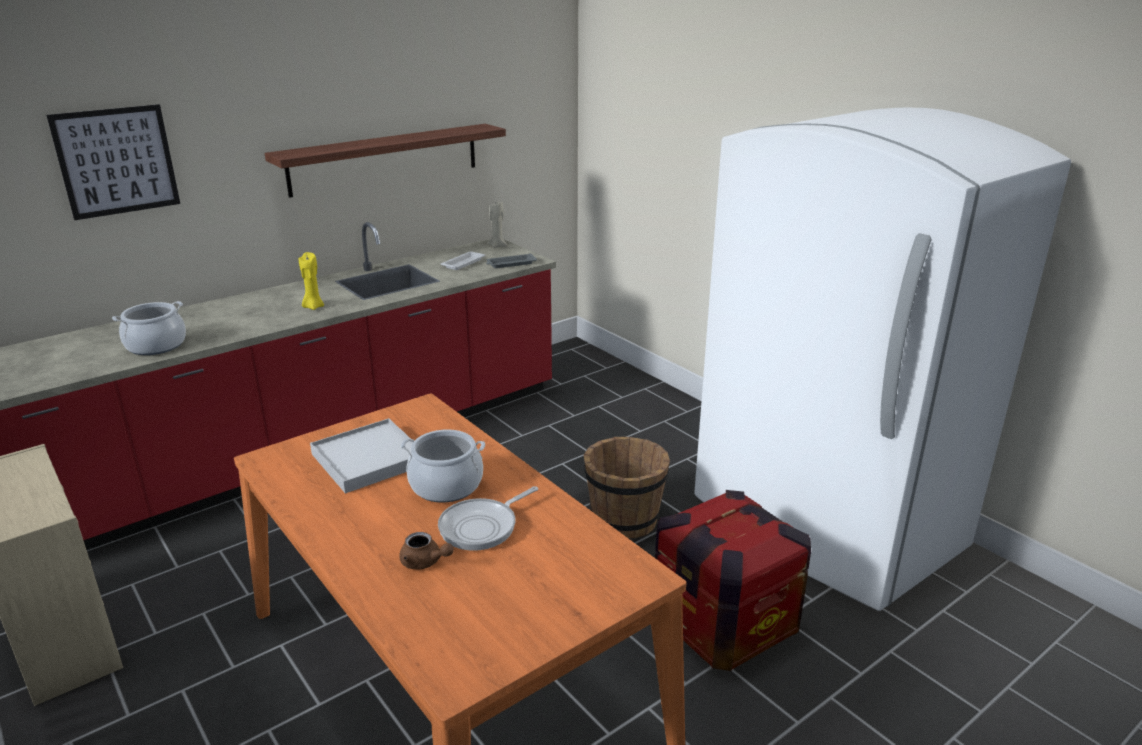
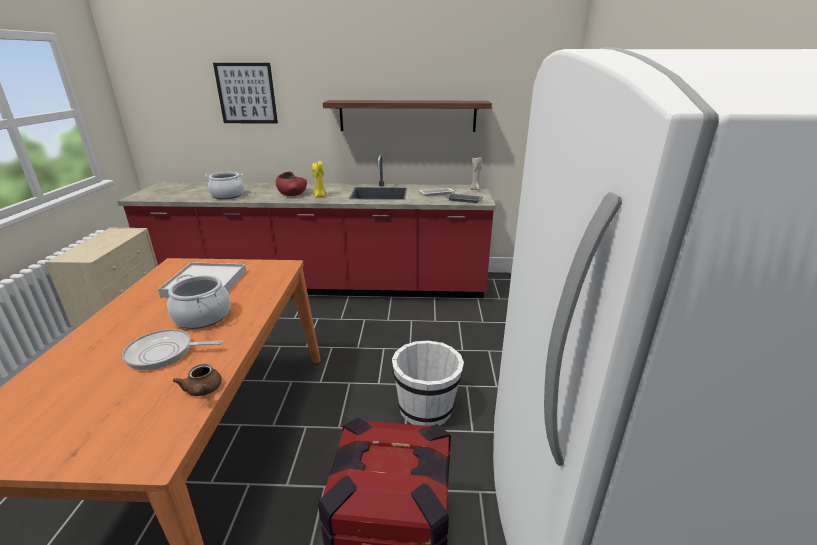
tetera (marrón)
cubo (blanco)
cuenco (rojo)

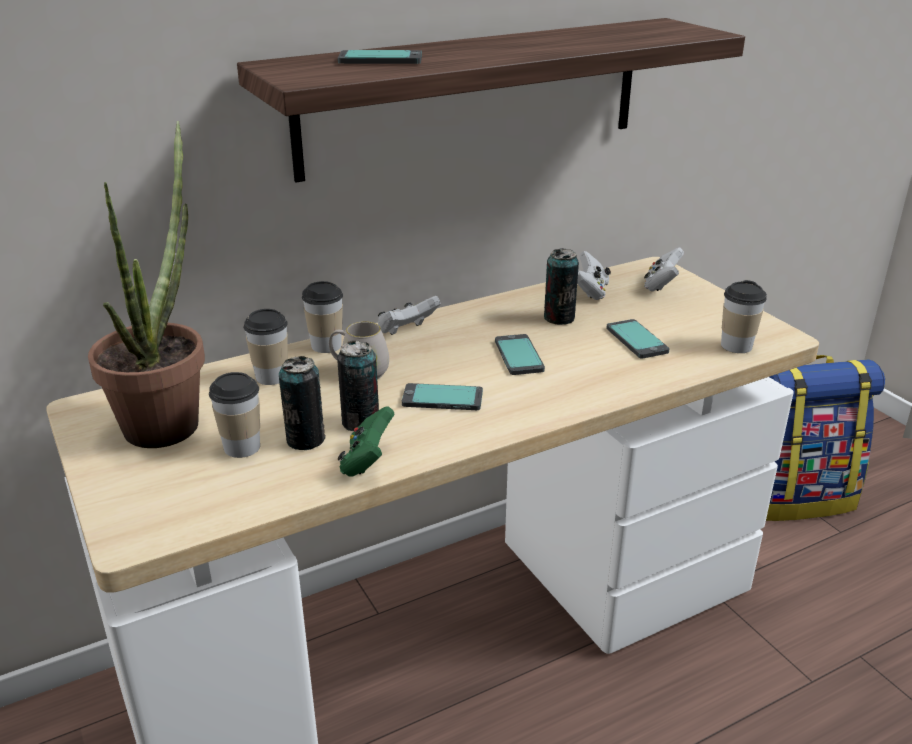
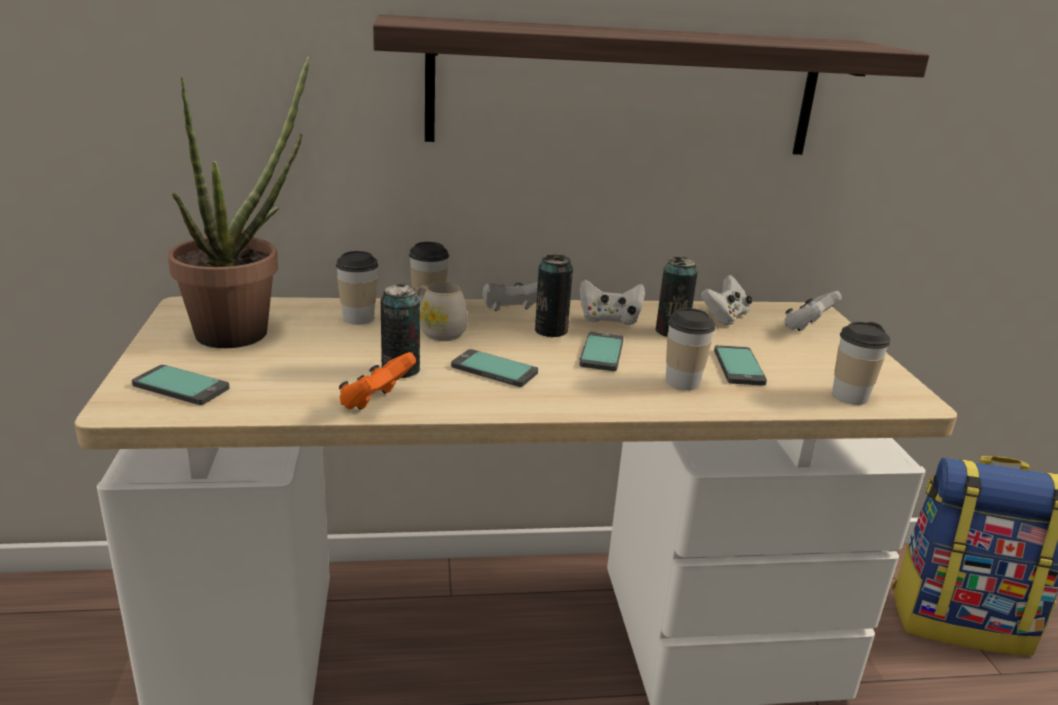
taza (3rd from left)
lata (2nd from left)
móvil (1st from left)
mando de consola (naranja)
mando de consola (blanco) (2nd from left)

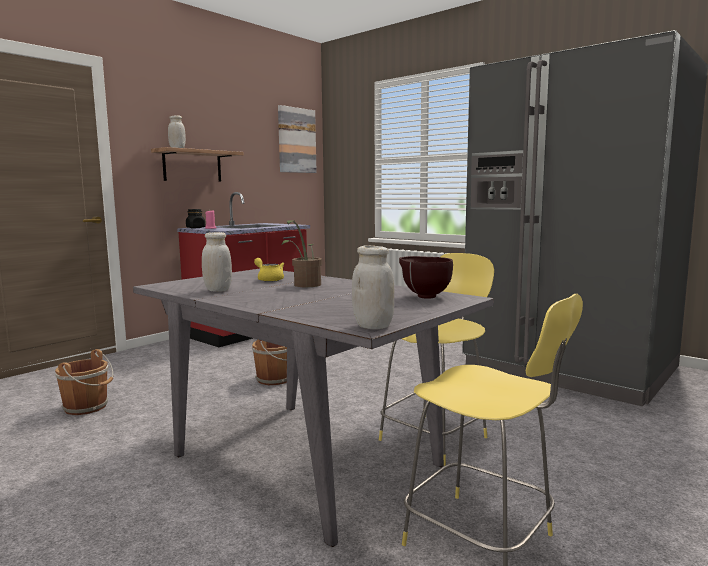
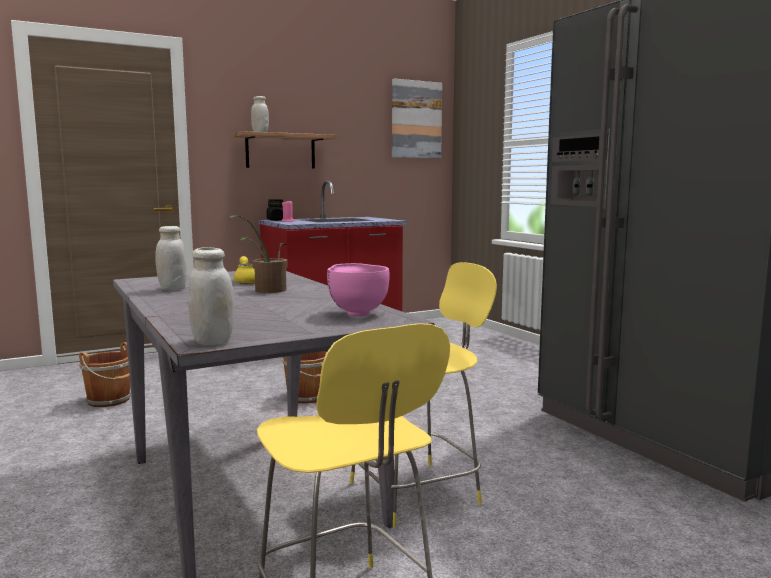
cuenco (rosa)

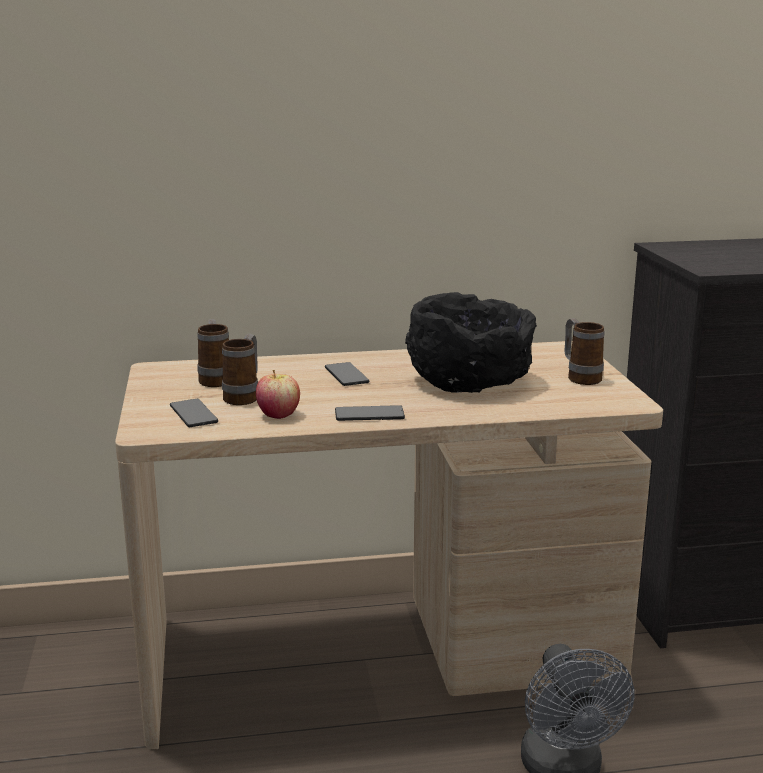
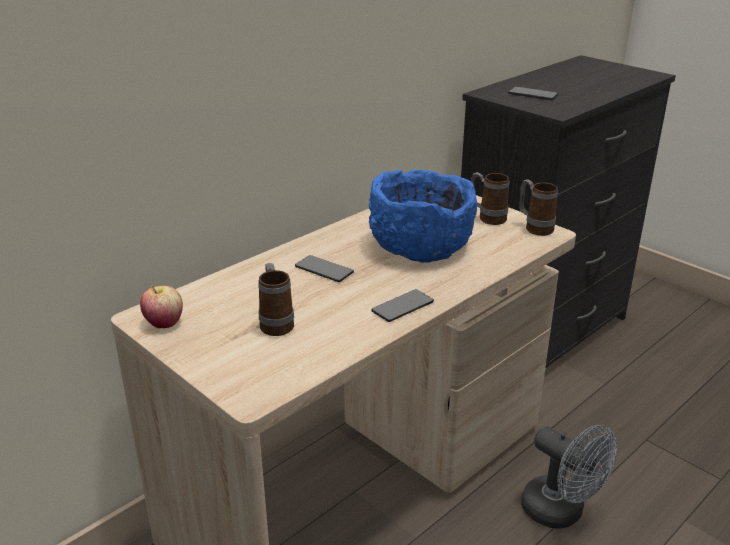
móvil (3rd from left)
taza grande (3rd from left)
manzana
cuenco (azul)

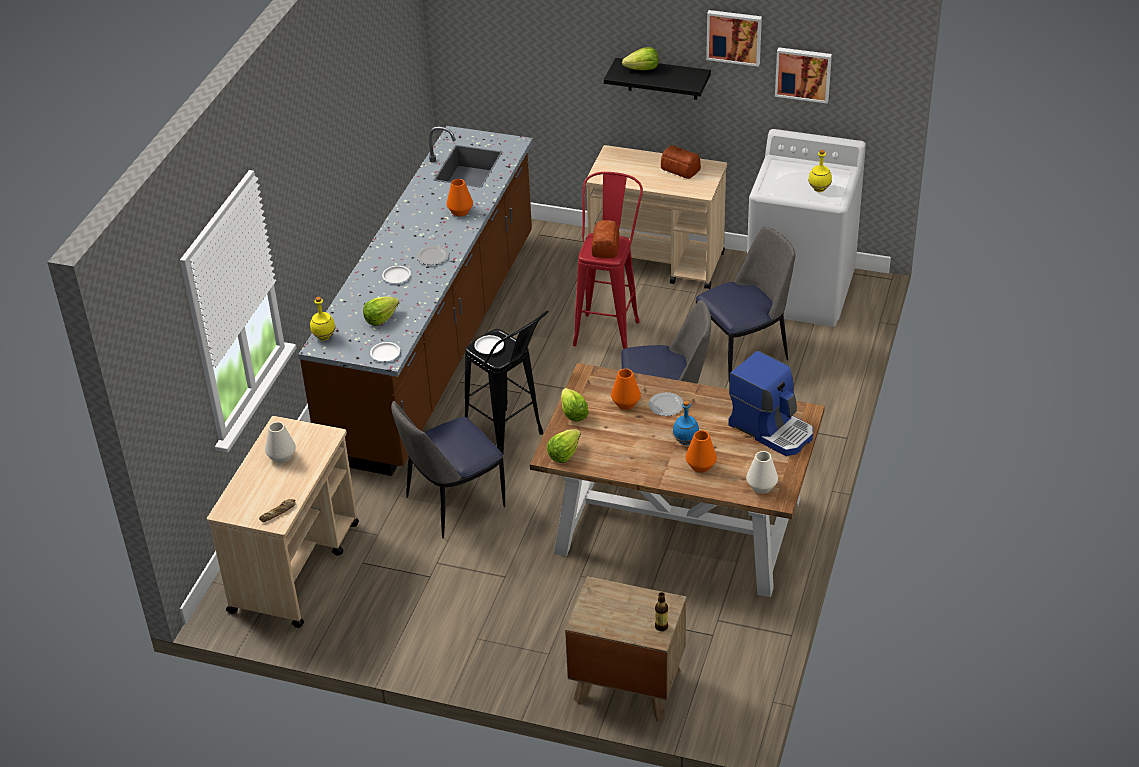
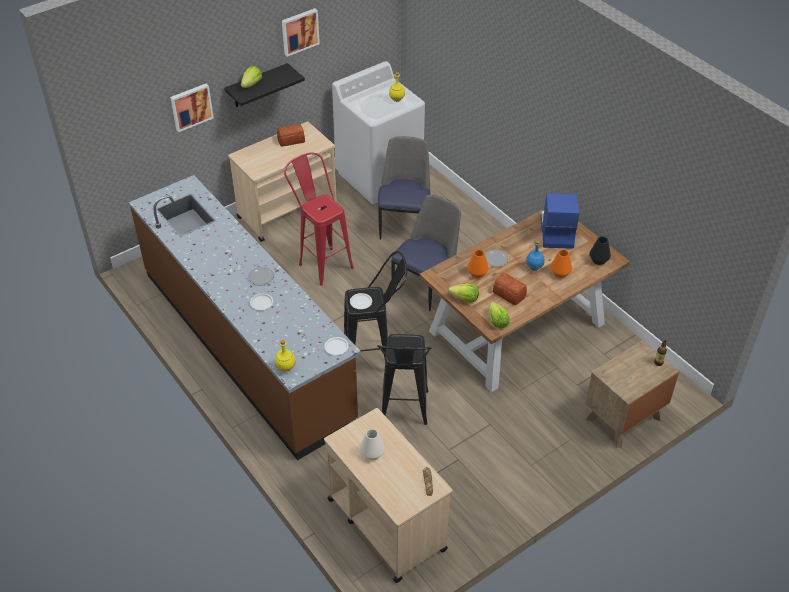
lechuga (1st from left in the first image)
taburete (negro) (2nd from left)
florero (naranja) (1st from left in the first image)
pan (3rd from left)
cafetera
florero (negro)
cuadro (1st from left)

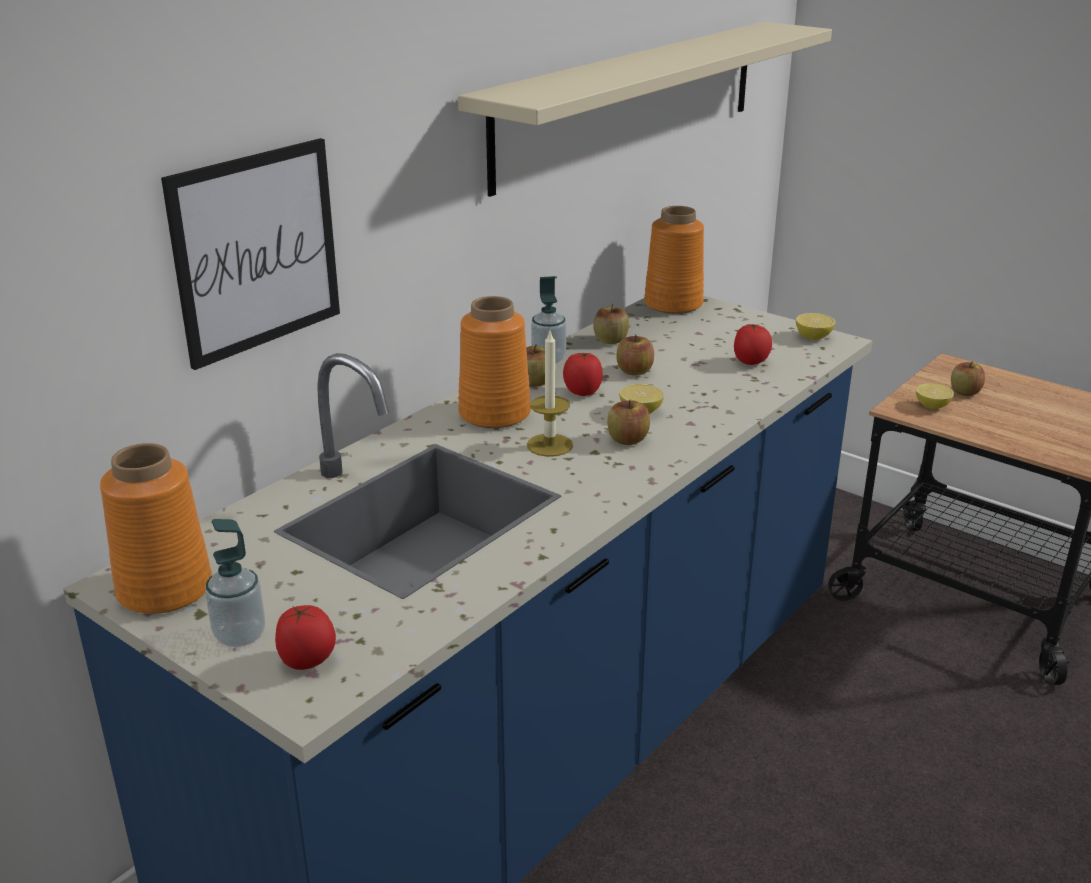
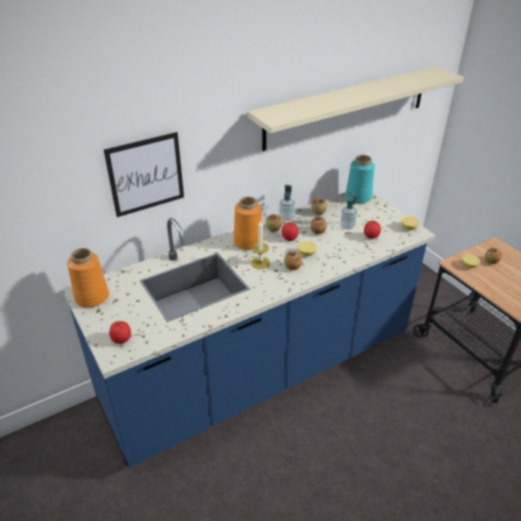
dispensador de jabón (2nd from left)
florero (turquesa)

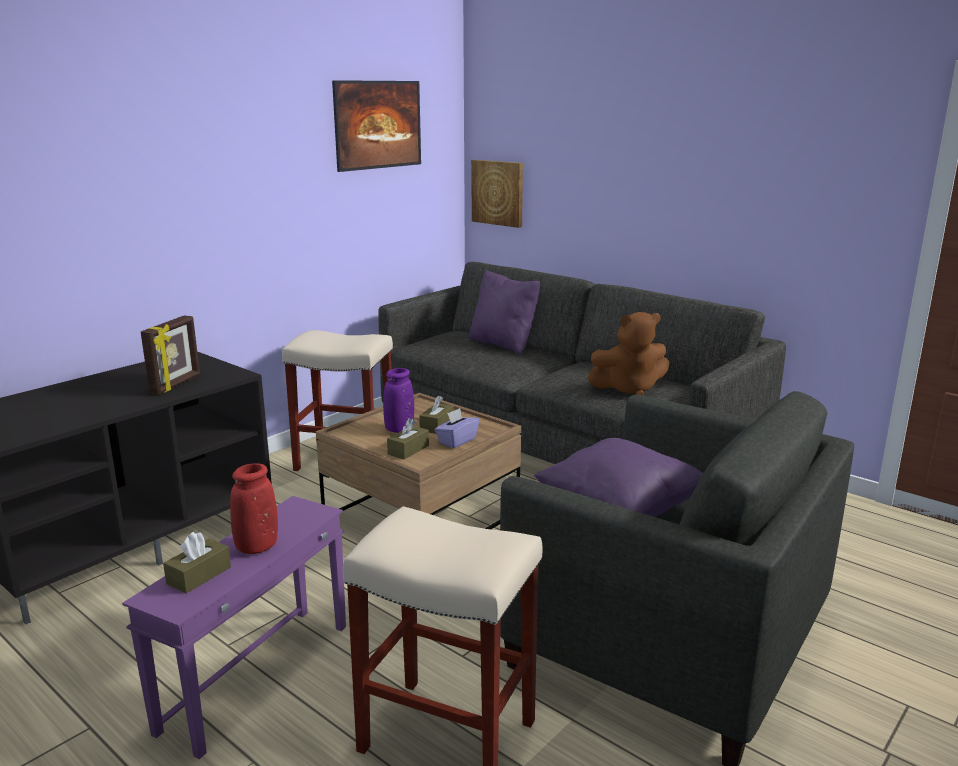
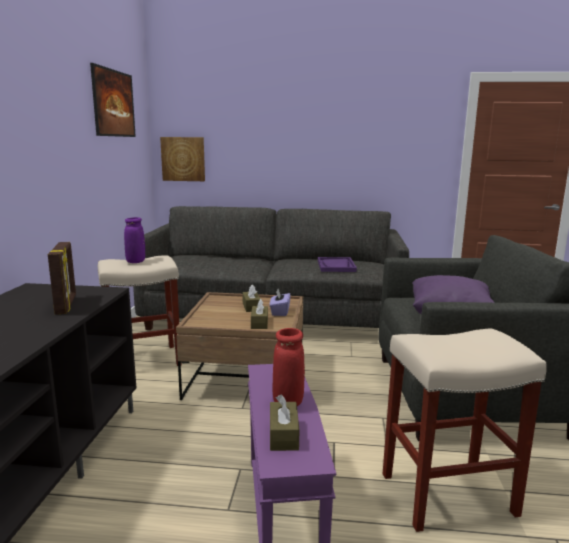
florero (morado)
cojín (morado) (1st from left in the first image)
bandeja (morado)

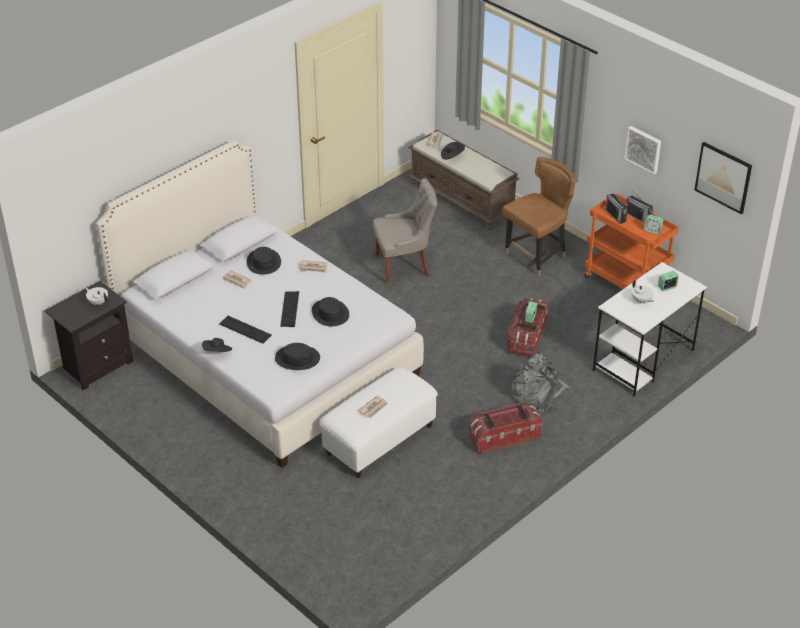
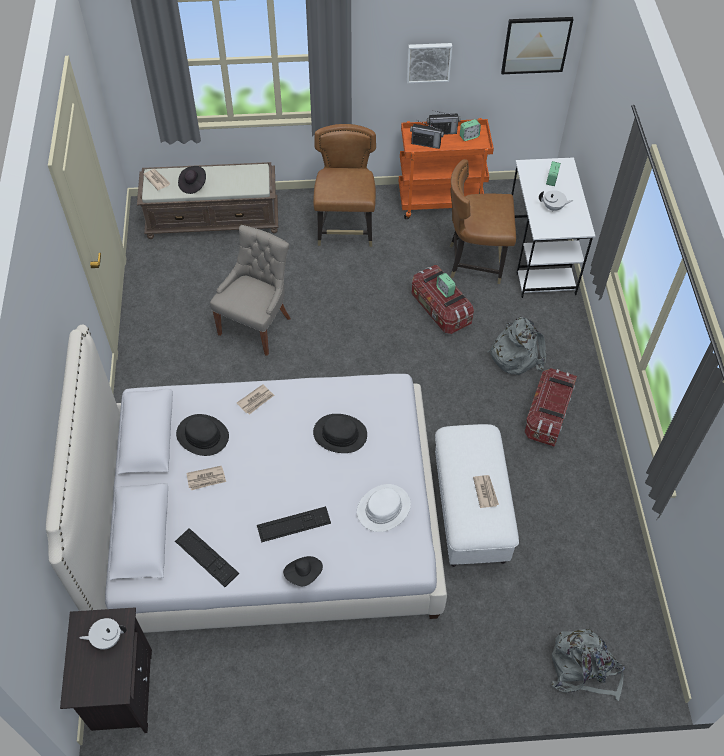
sombrero (blanco)
teclado (1st from left)
silla (marrón) (2nd from left)
mochila (gris) (2nd from left)

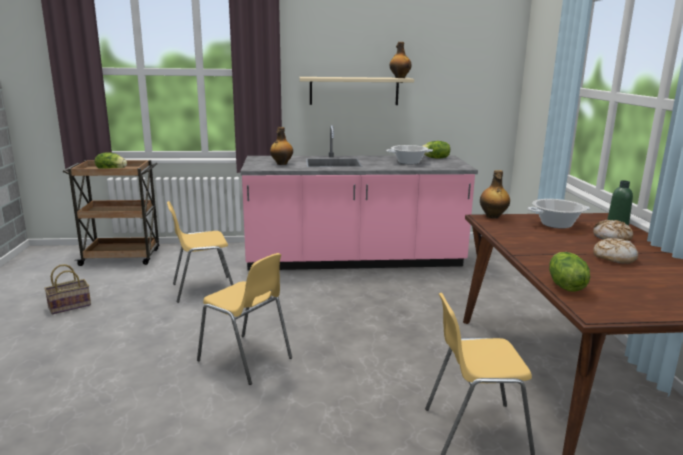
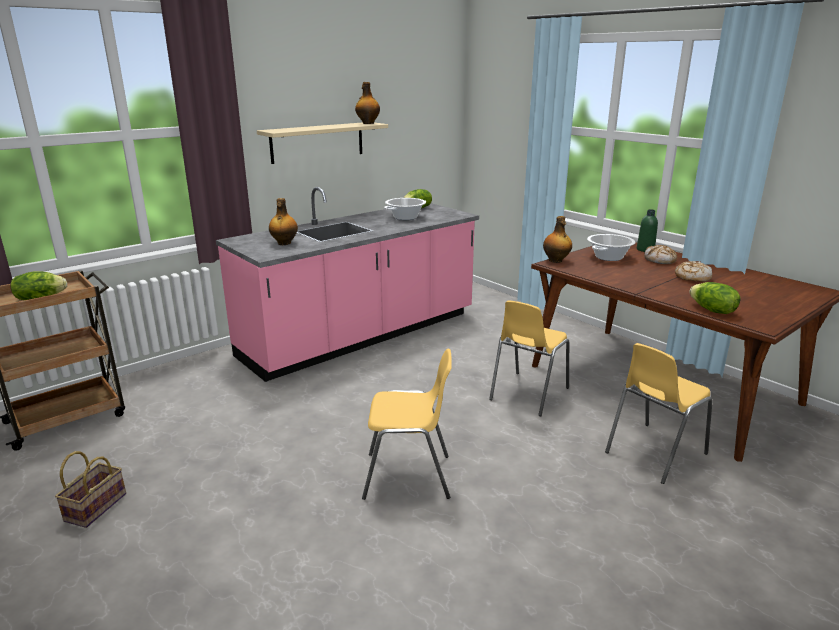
silla (amarillo) (2nd from left)

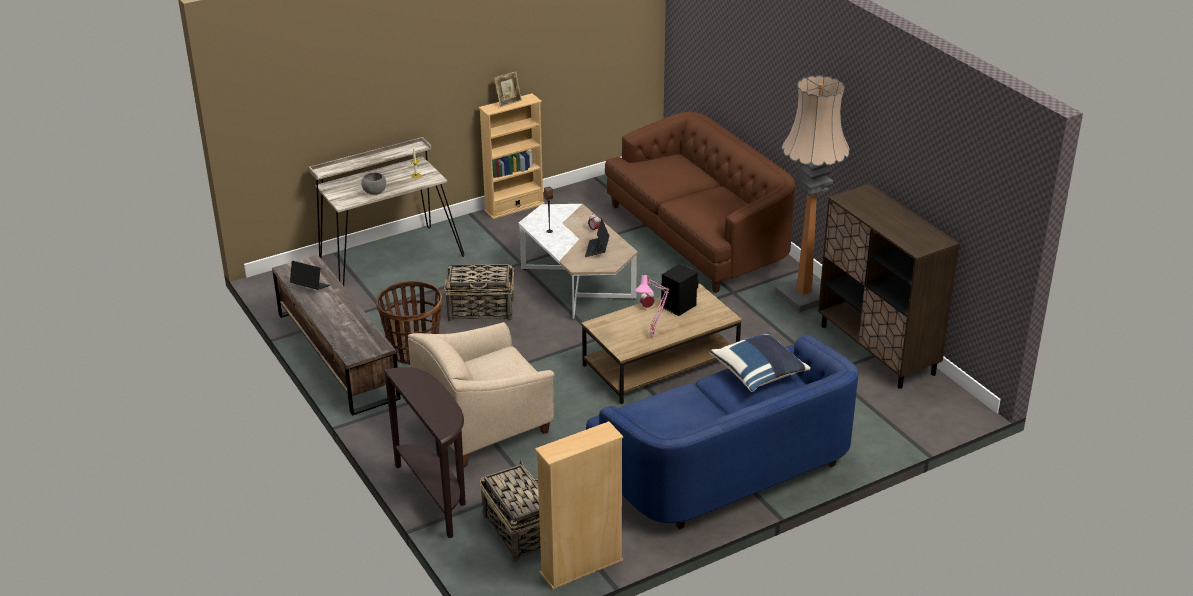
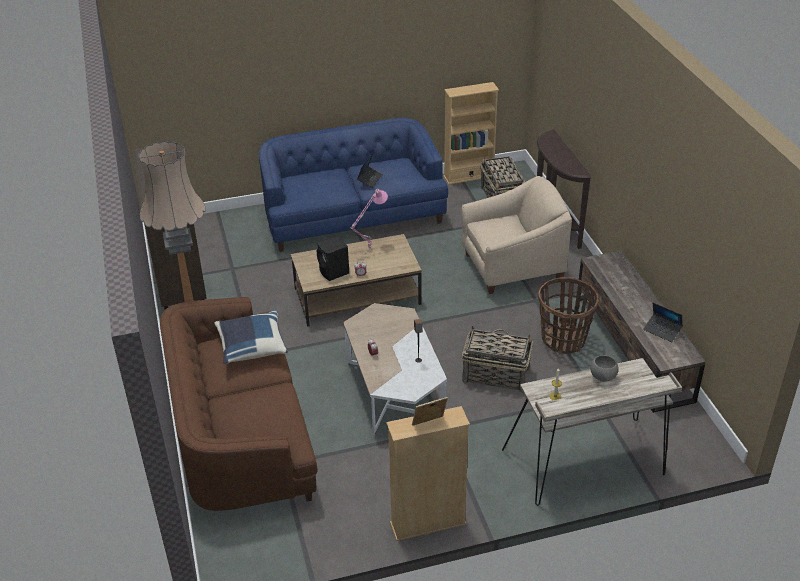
portátil (1st from left)
cojín (azul)

